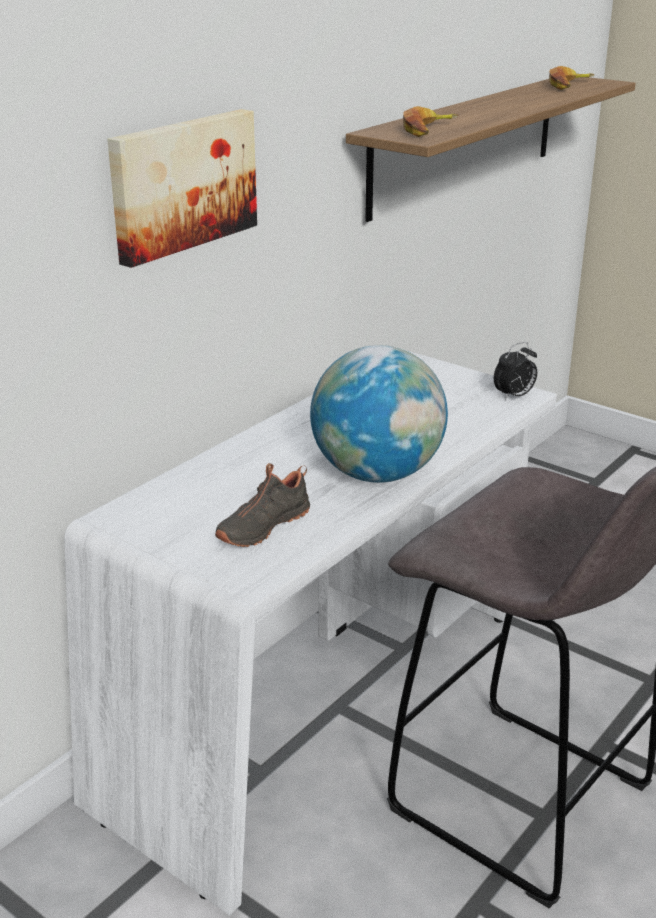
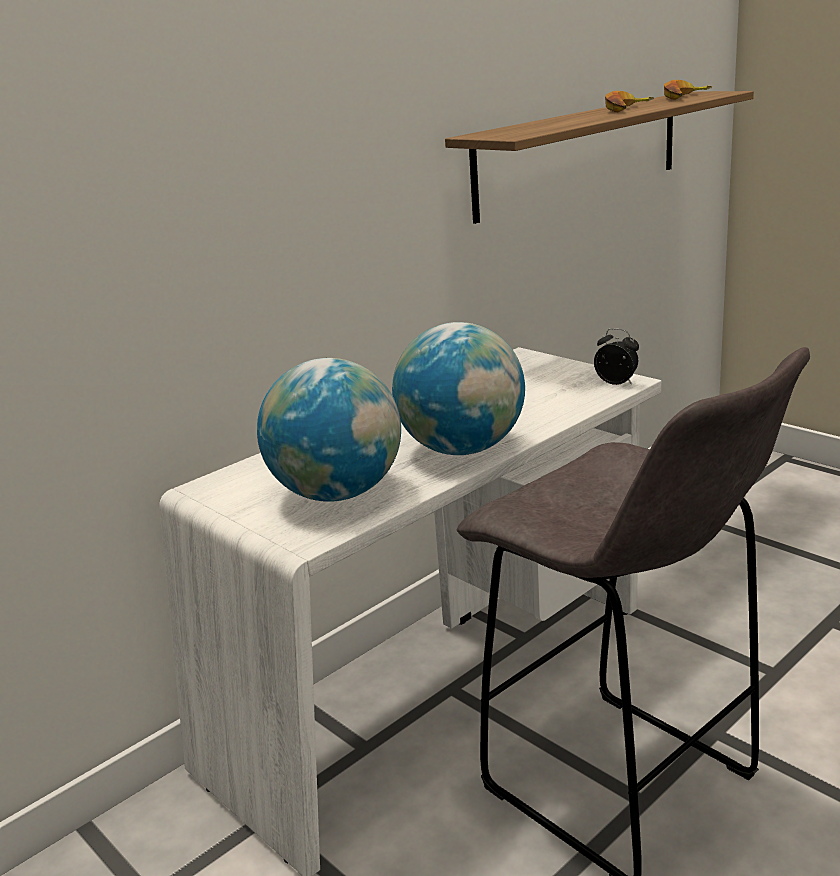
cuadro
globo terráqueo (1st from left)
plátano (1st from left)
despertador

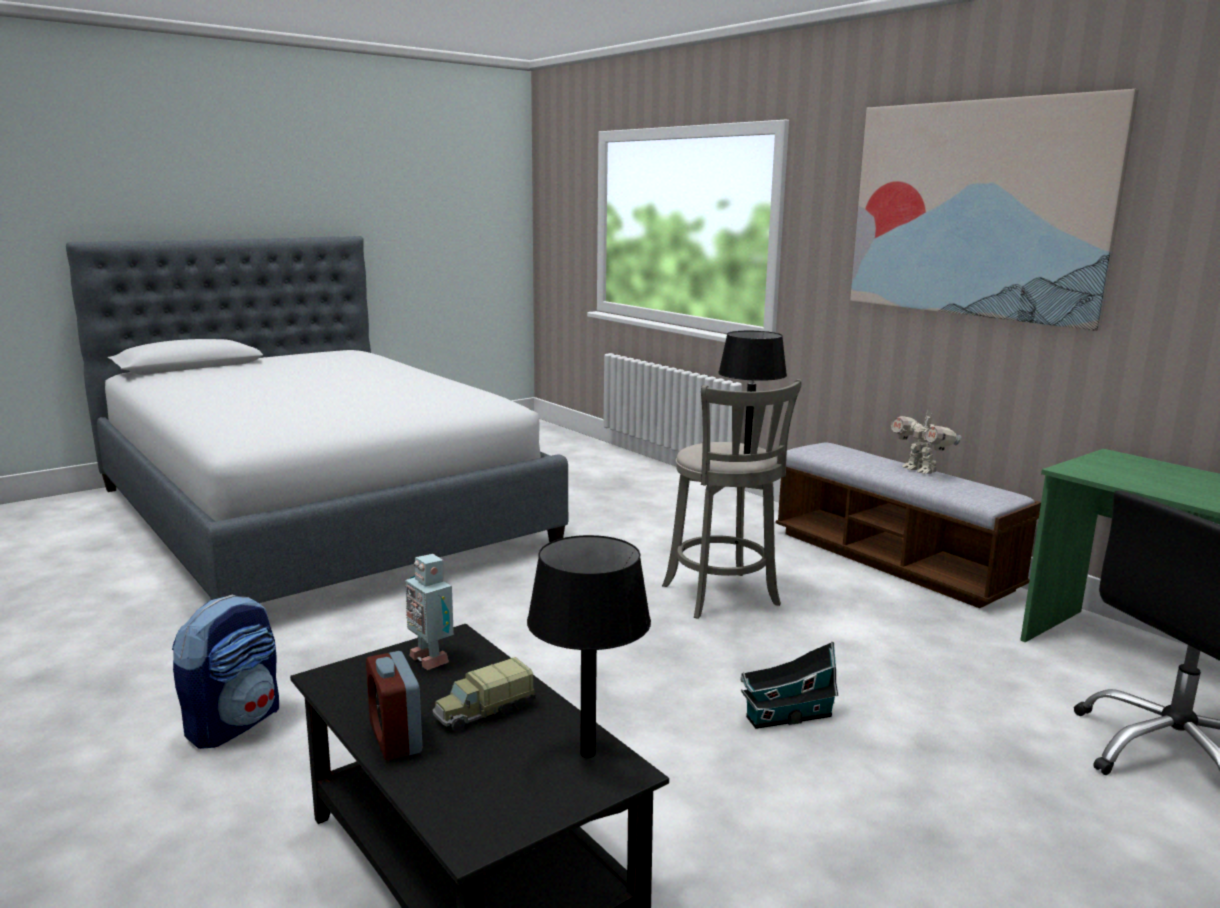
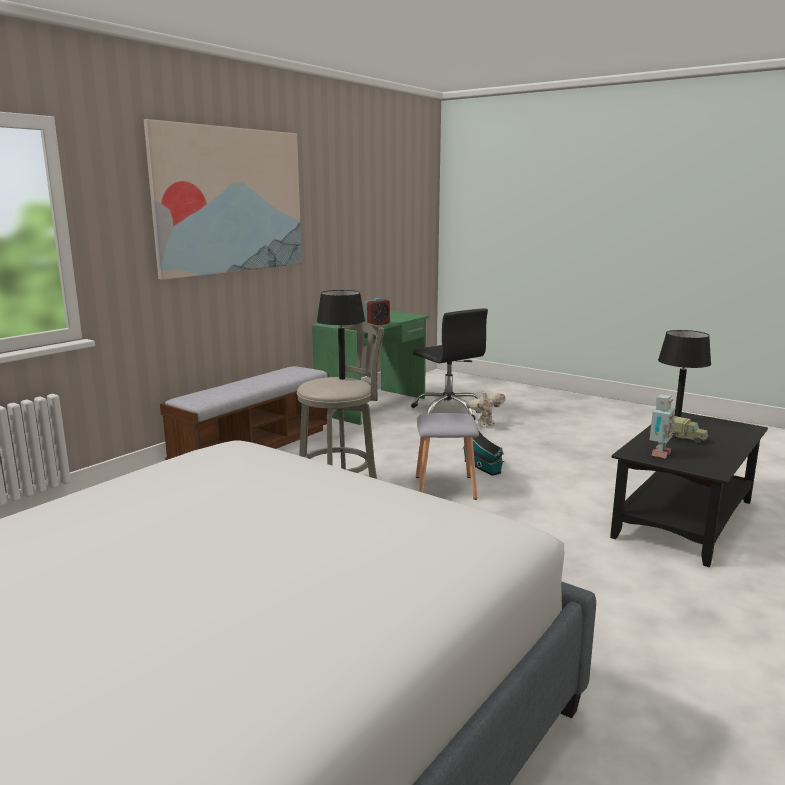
mochila
despertador
robot de juguete (1st from left)
taburete (gris) (2nd from left)

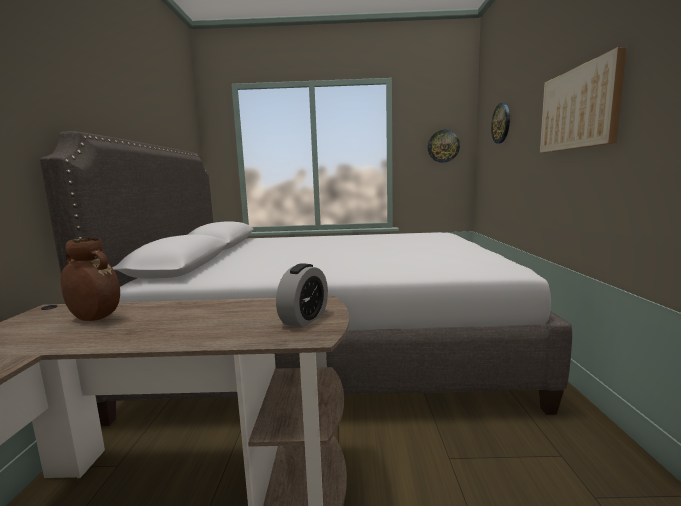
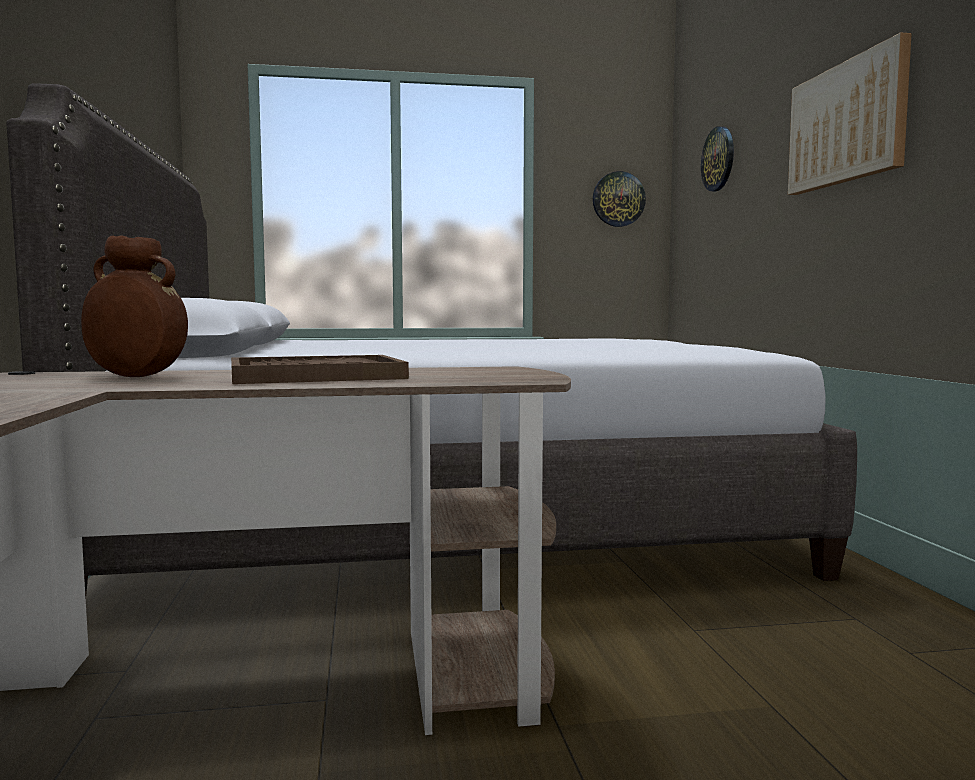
despertador
bandeja (marrón)

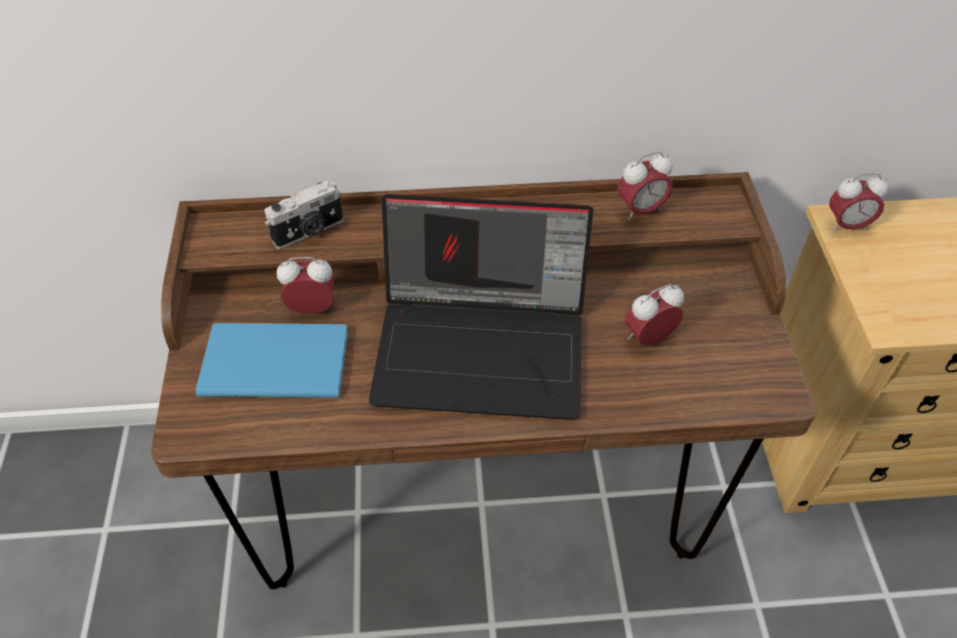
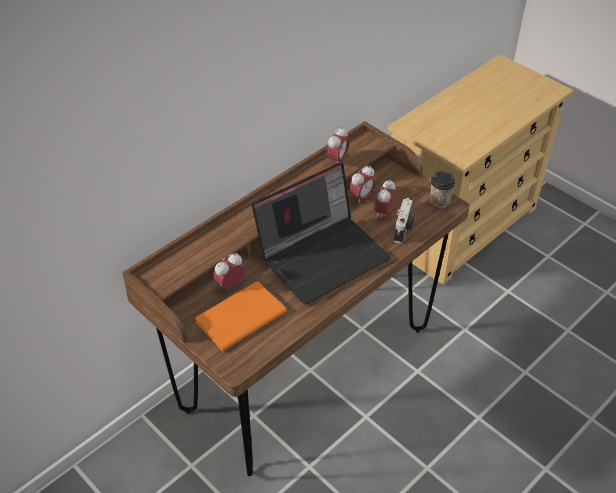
libro (naranja)
cámara
despertador (3rd from left)
taza

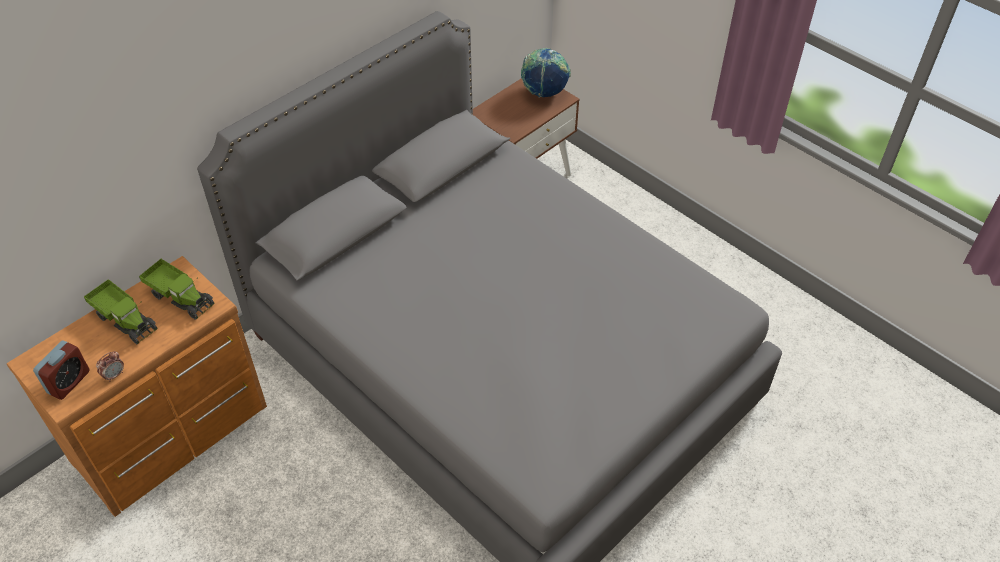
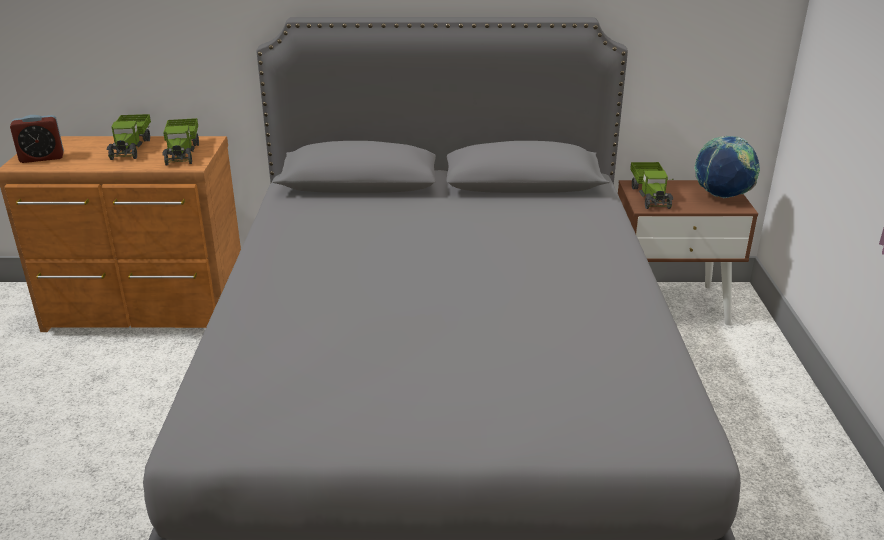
despertador (2nd from left in the first image)
camión de juguete (3rd from left)

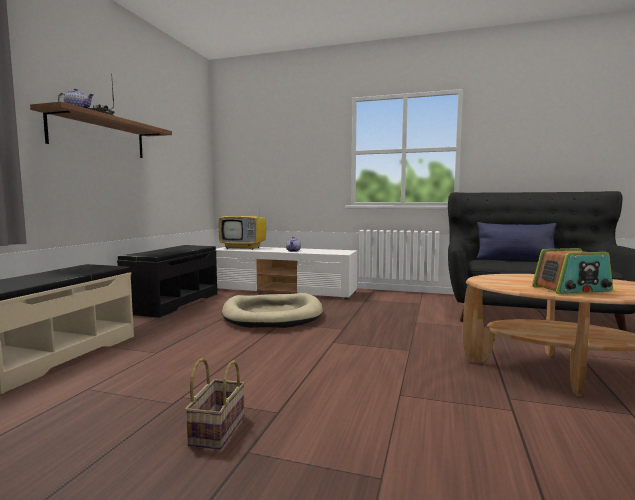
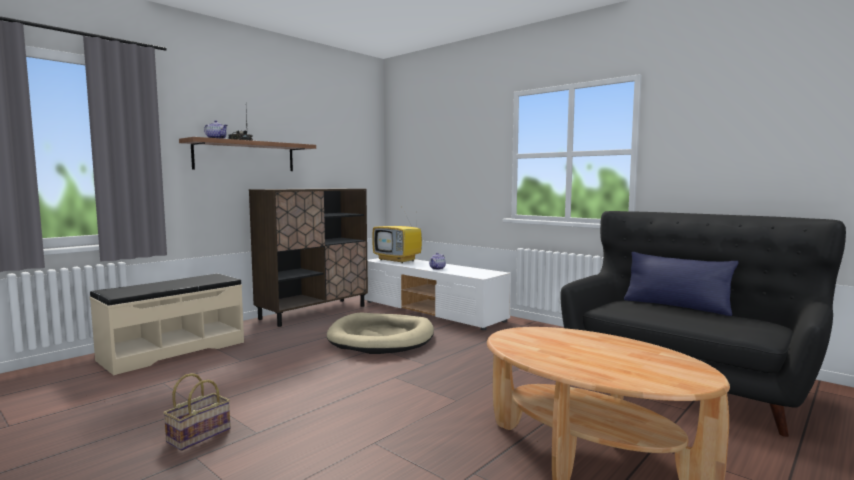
armario (marrón)
radio (2nd from left in the first image)

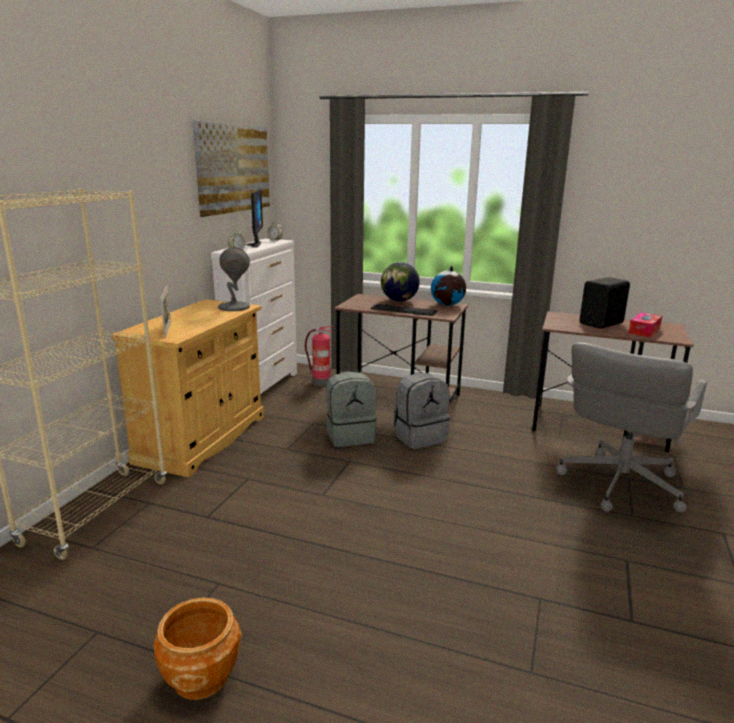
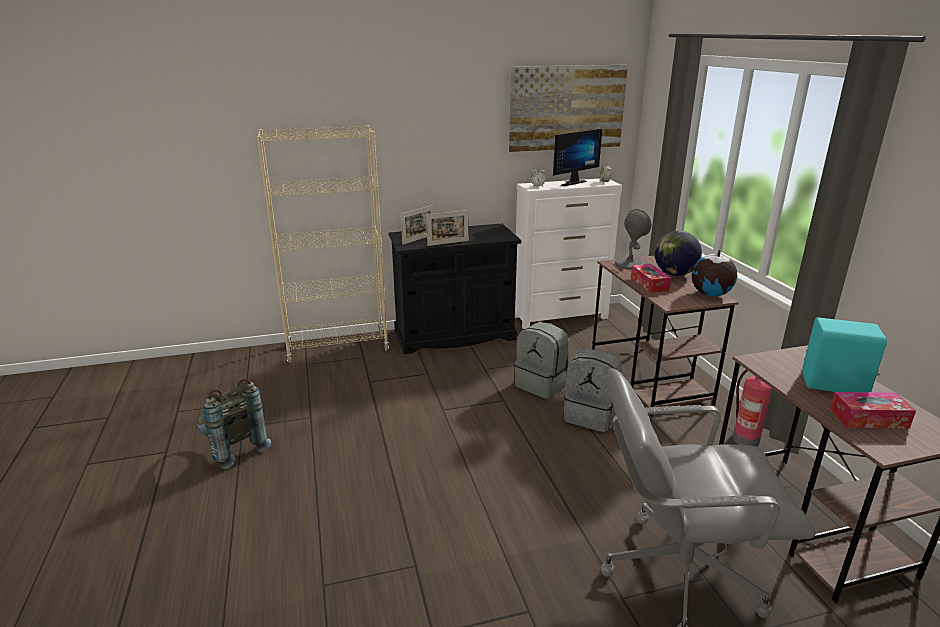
armario (negro)
mochila (gris) (1st from left)
lámpara de mesa (gris)
extintor
caja de pañuelos (1st from left)
altavoz (turquesa)
portarretratos (2nd from left)

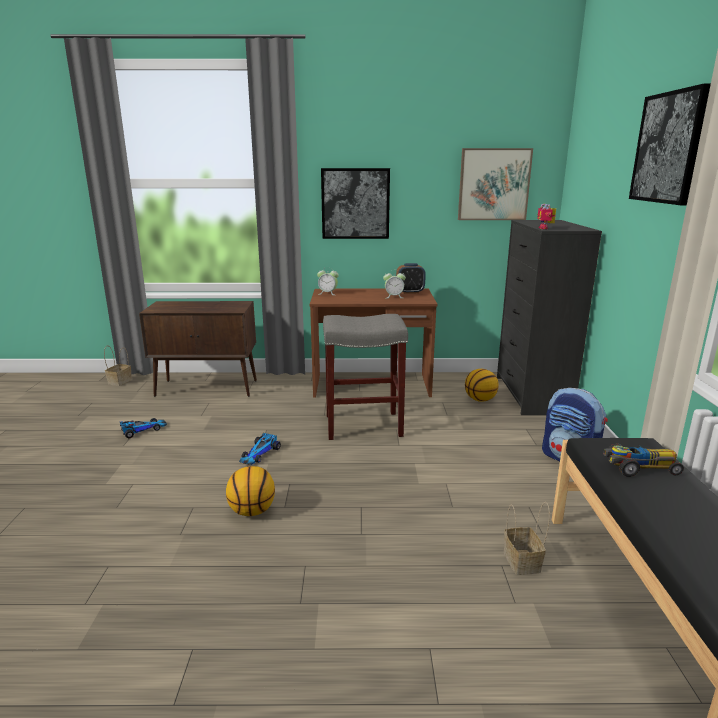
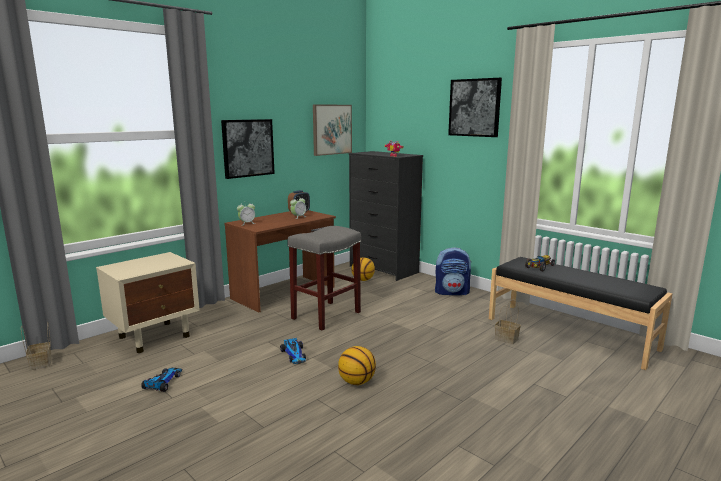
mesita de noche (beis)

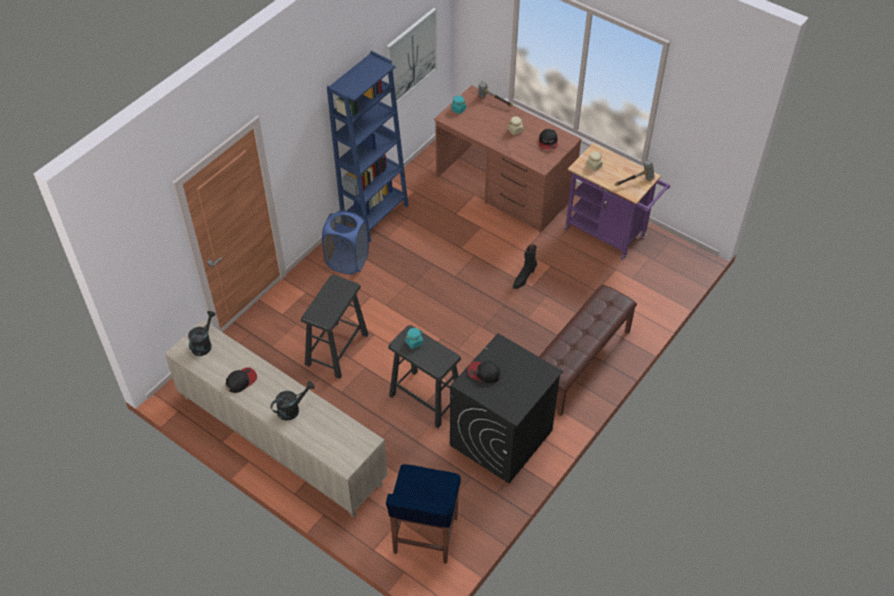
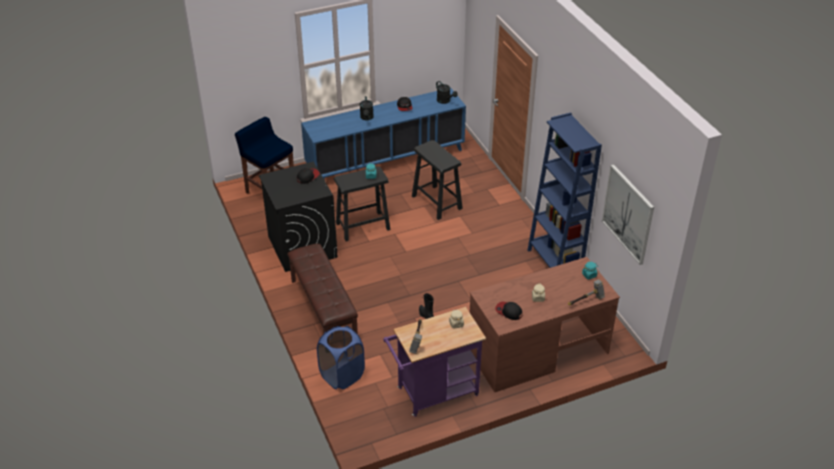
armario (azul)
cesto de la ropa (azul)

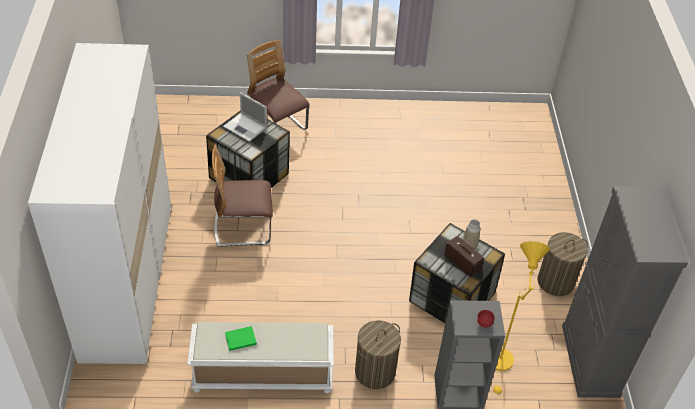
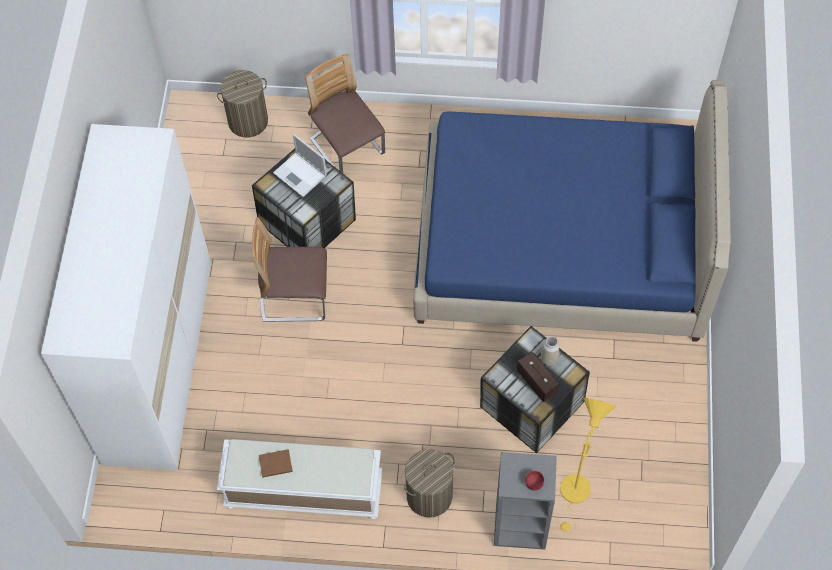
libro (marrón)
cesto de la ropa (1st from left)
armario (gris)
cama (azul)

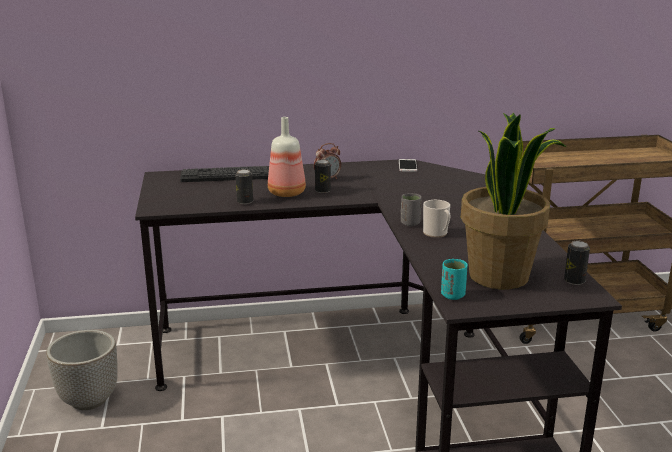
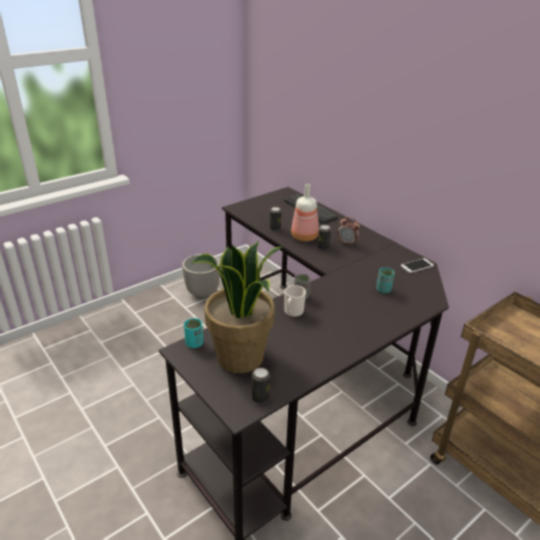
taza (turquesa) (2nd from left)

